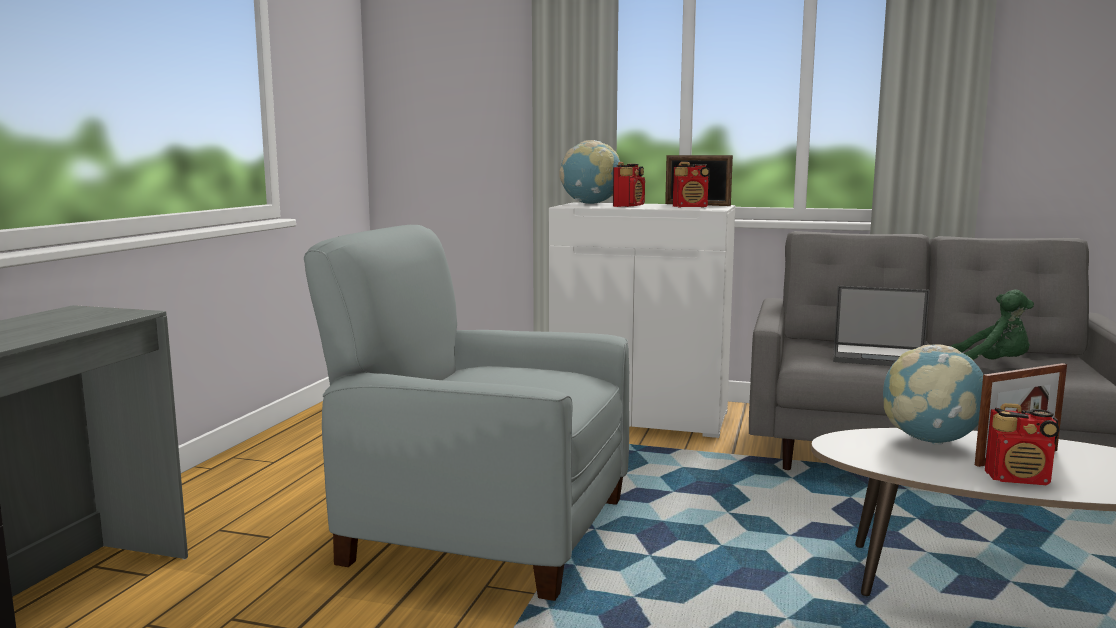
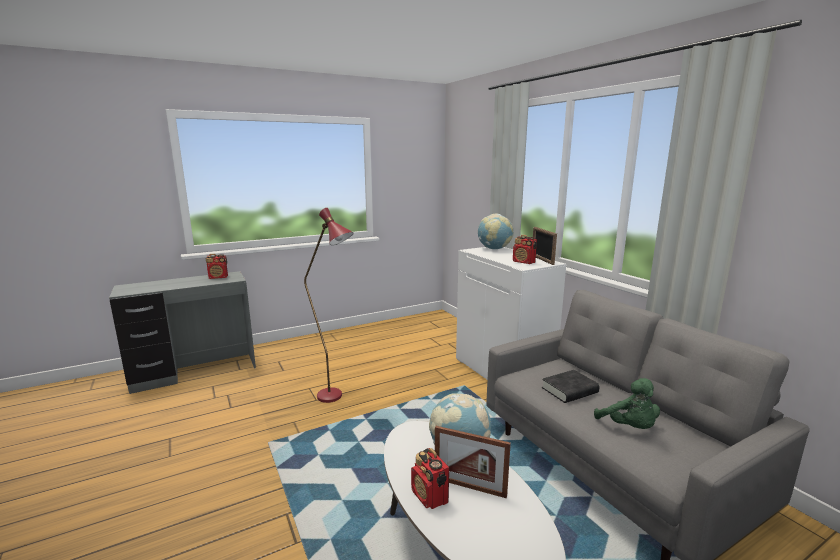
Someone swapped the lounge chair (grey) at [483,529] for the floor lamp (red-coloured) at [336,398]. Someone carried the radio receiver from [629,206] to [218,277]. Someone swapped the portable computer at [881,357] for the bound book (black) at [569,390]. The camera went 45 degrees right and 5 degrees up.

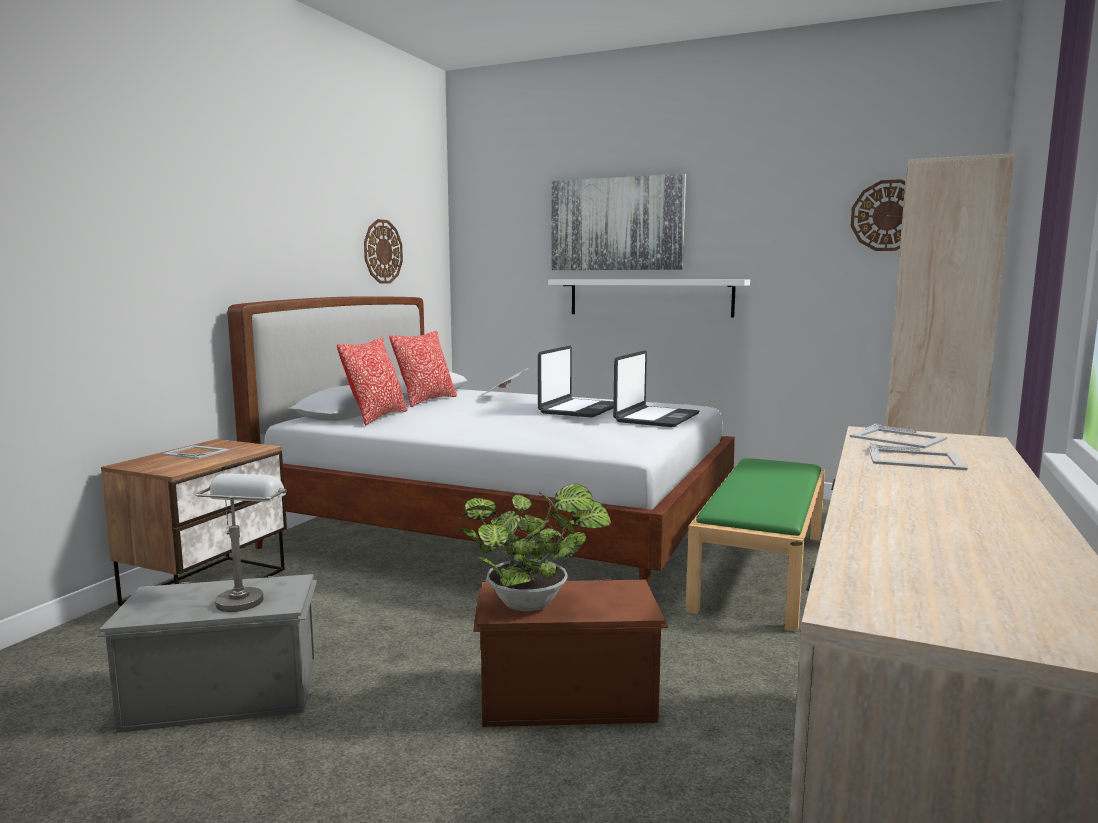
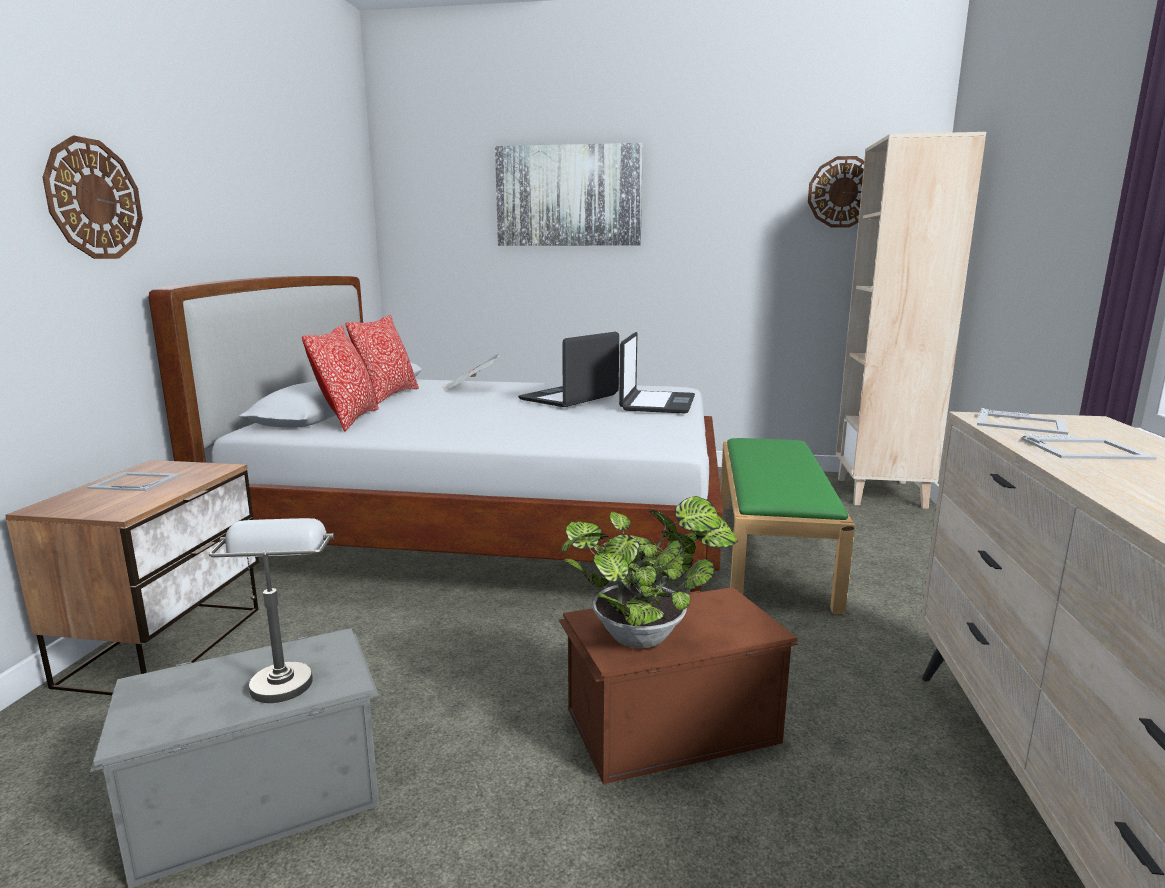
Someone carried the wall clock from [382,251] to [94,199]. Someone rotated the portable computer at [579,409] by 150 degrees counterclockwise. Someone took away the wall shelf (white-coloured) at [650,297]. The camera went 15 degrees left and 5 degrees up.

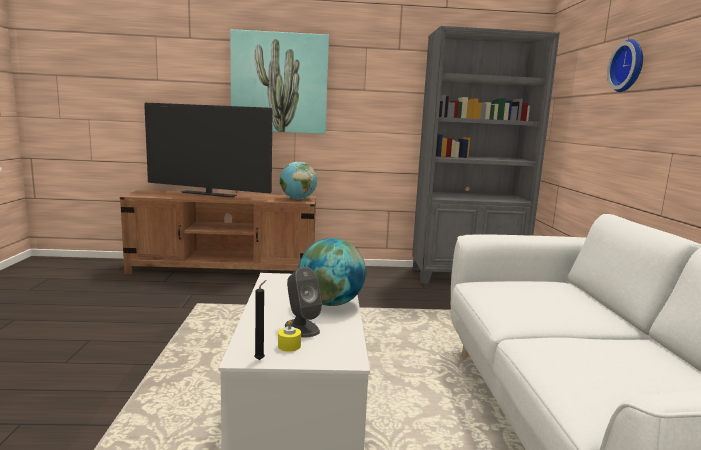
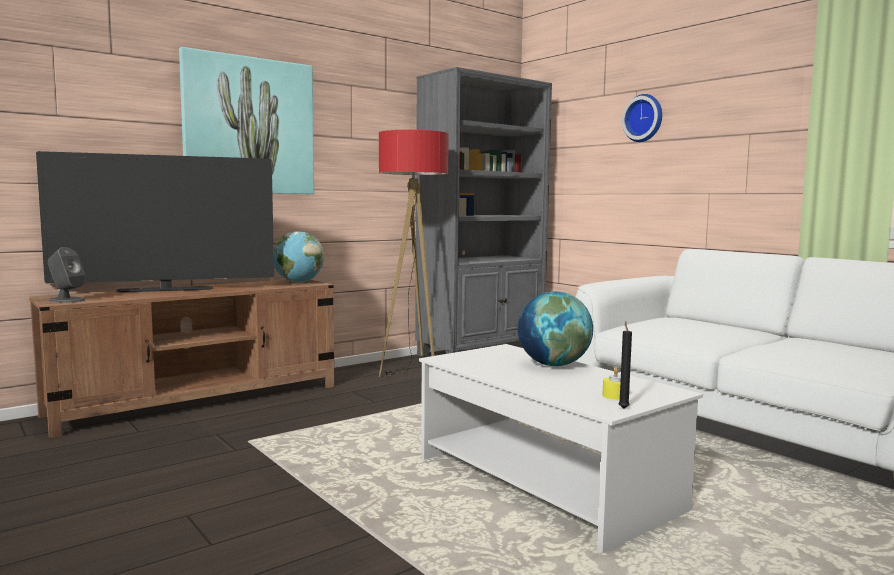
Someone carried the speaker (grey) from [301,328] to [67,300]. Someone put down the floor lamp at [412,375]. The camera went 35 degrees left and 5 degrees down.

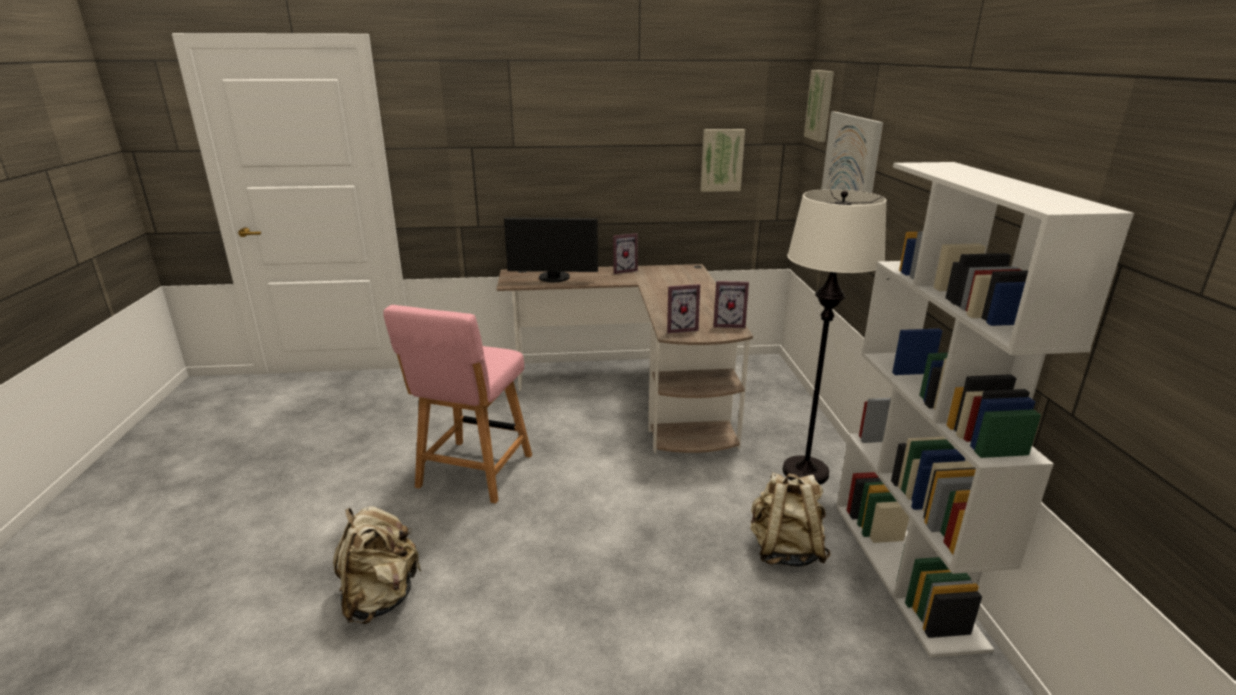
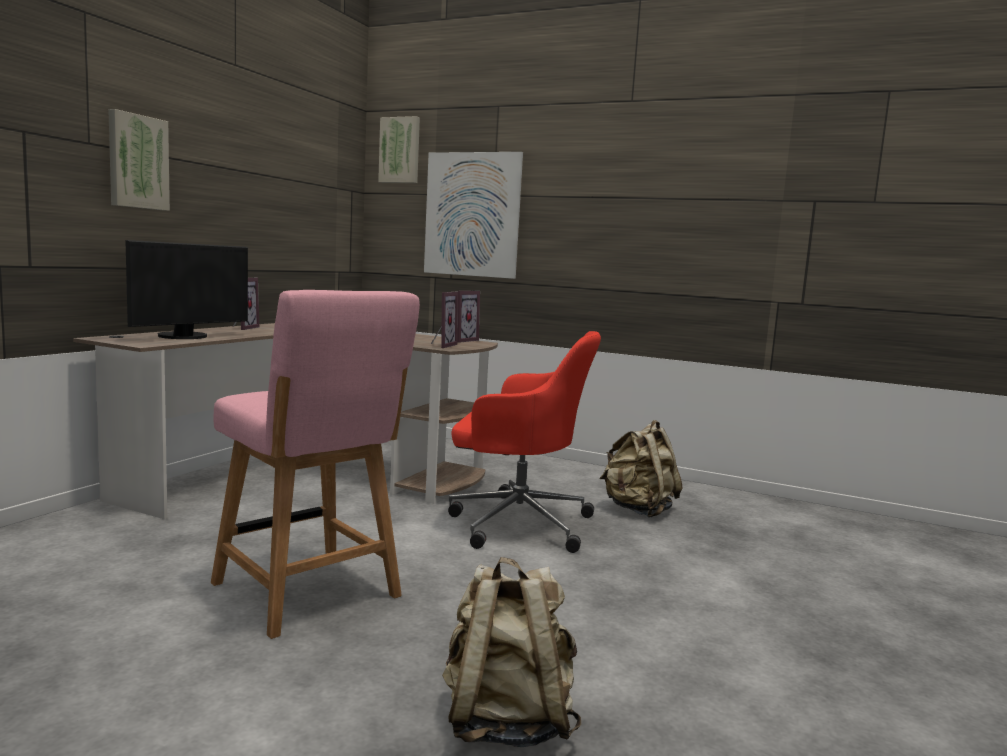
Someone carried the wall picture from [721,160] to [137,162]. Someone took away the floor lamp (white-coloured) at [805,472]. Someone took away the shelving unit (white-coloured) at [905,570]. Someone put down the office chair (red-coloured) at [516,522]. The camera went 60 degrees left and 15 degrees down.

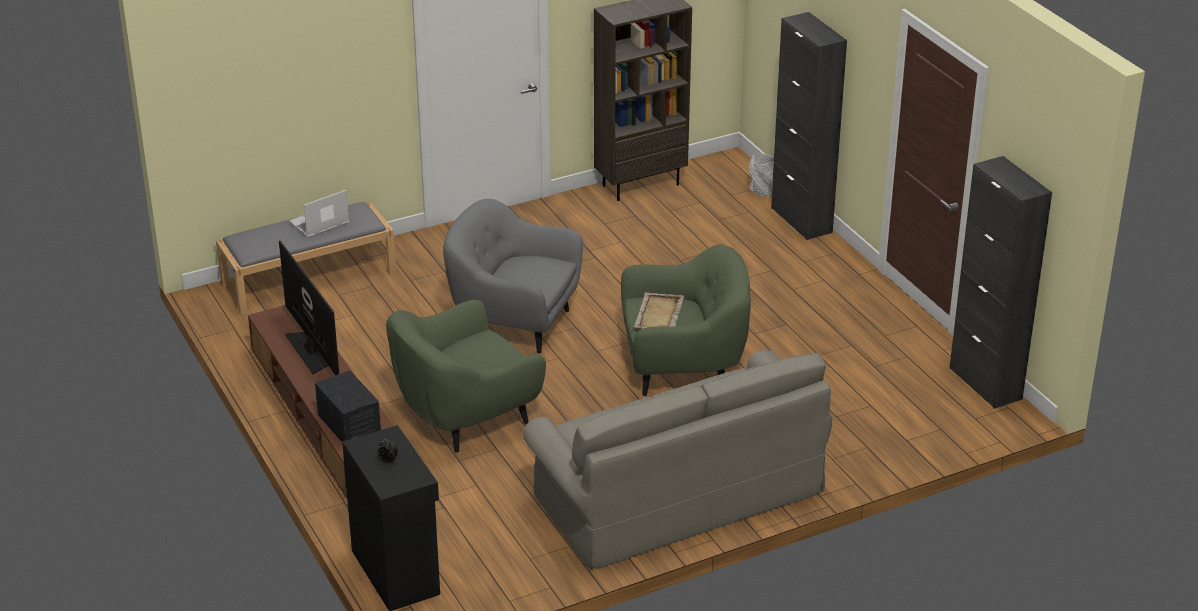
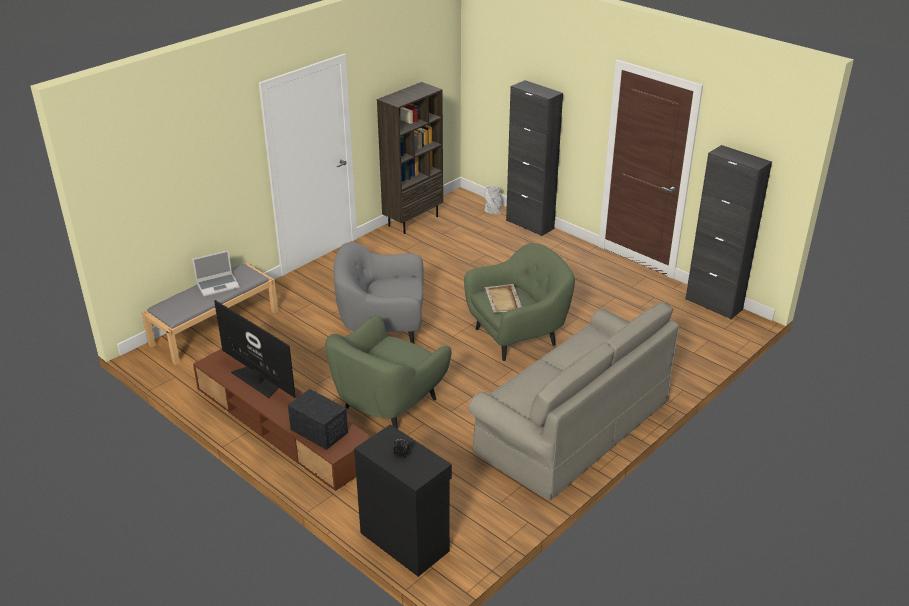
Someone rotated the portable computer at [319,224] by 150 degrees counterclockwise. The camera went 20 degrees left and 0 degrees up.

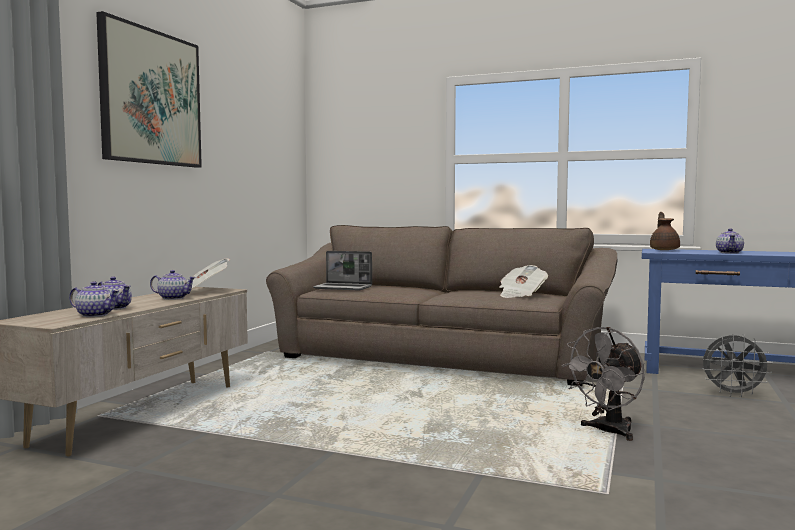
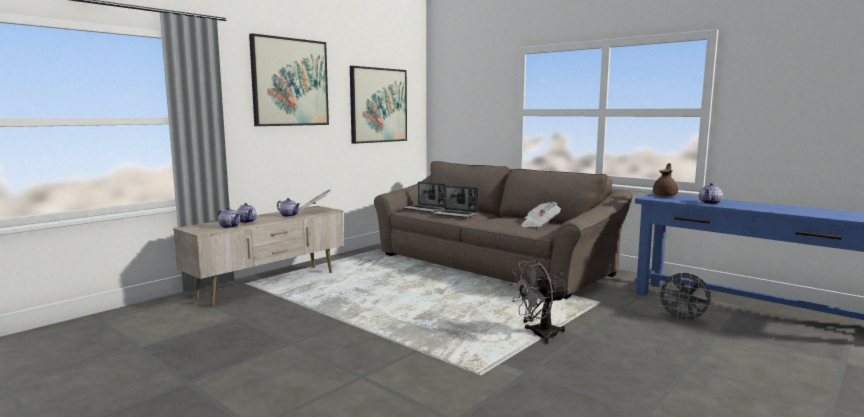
Someone put up the wall picture at [378,105]. Someone put down the portable computer at [456,214]. The camera went 20 degrees right and 5 degrees up.

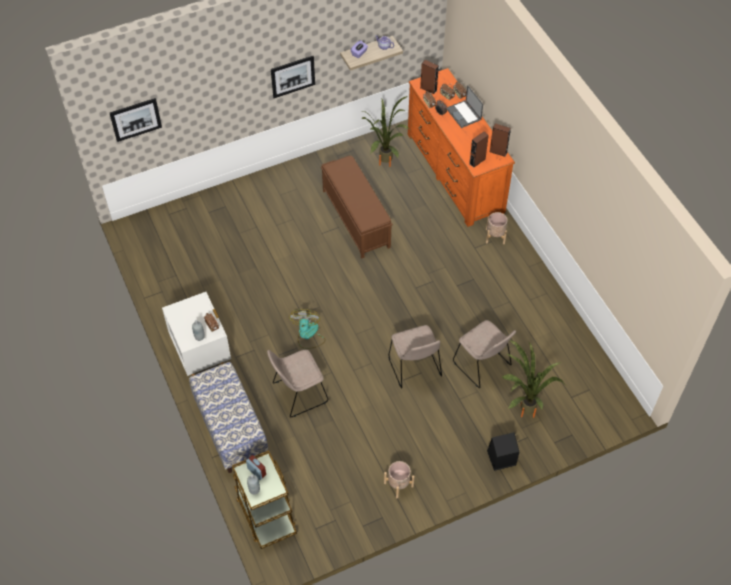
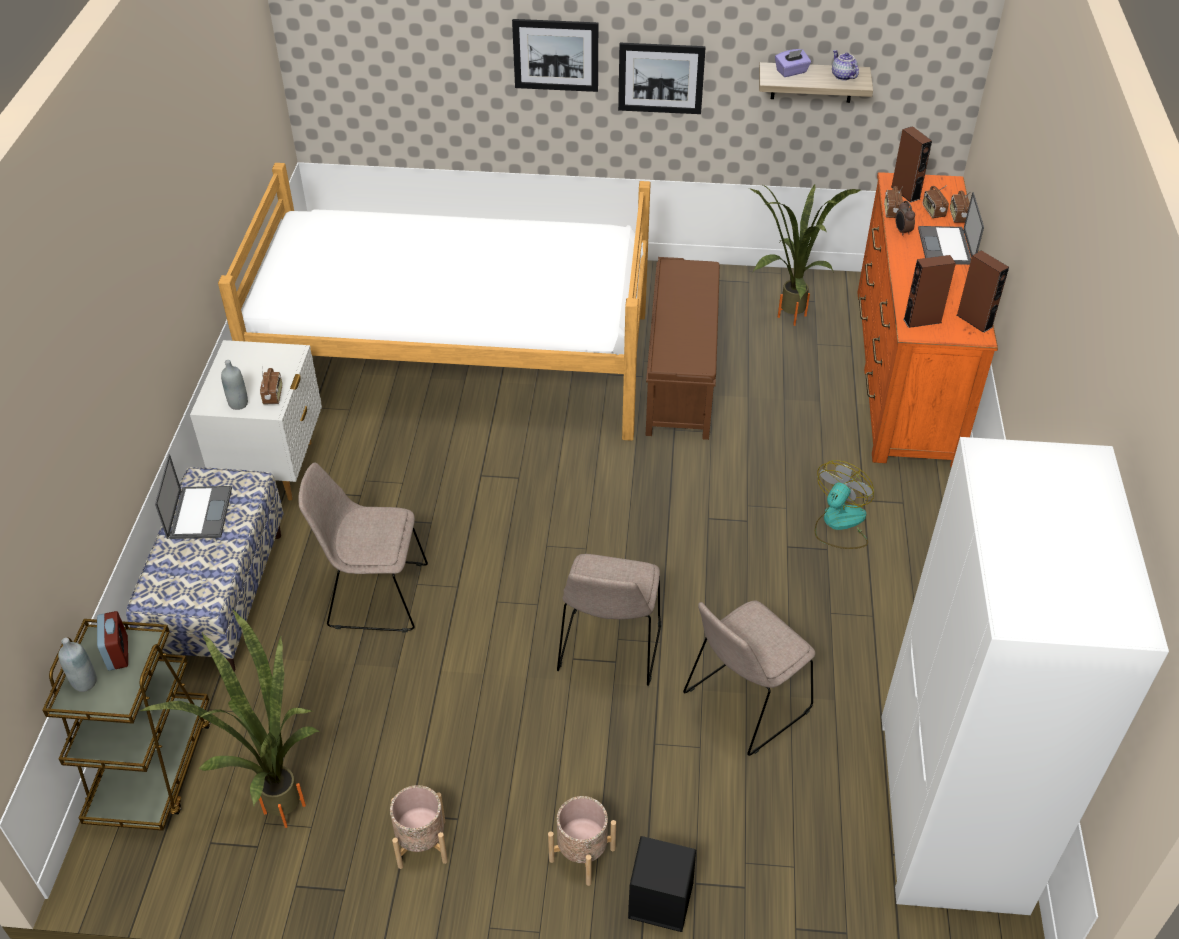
Someone carried the wall picture from [135,119] to [556,55]. Someone carried the fan from [308,335] to [839,524]. Someone rotated the upright chair (beige) at [483,365] by 60 degrees clockwise. Someone carried the planter (beige) from [495,236] to [582,854]. Someone carried the potted plant from [522,410] to [278,800]. Someone put down the portable computer at [199,512]. Someone put down the sleeping bed at [456,362]. Someone put down the wardrobe (white-coloured) at [953,812]. The camera went 30 degrees right and 10 degrees down.

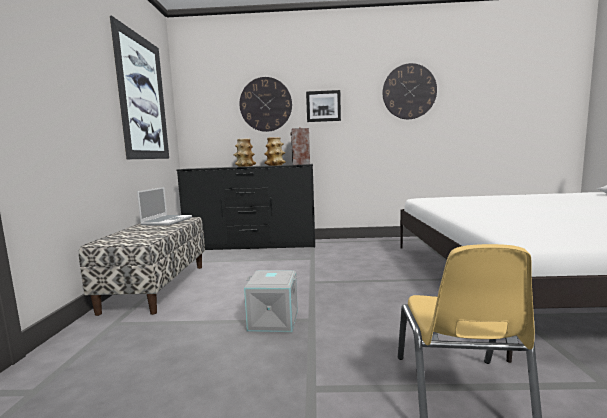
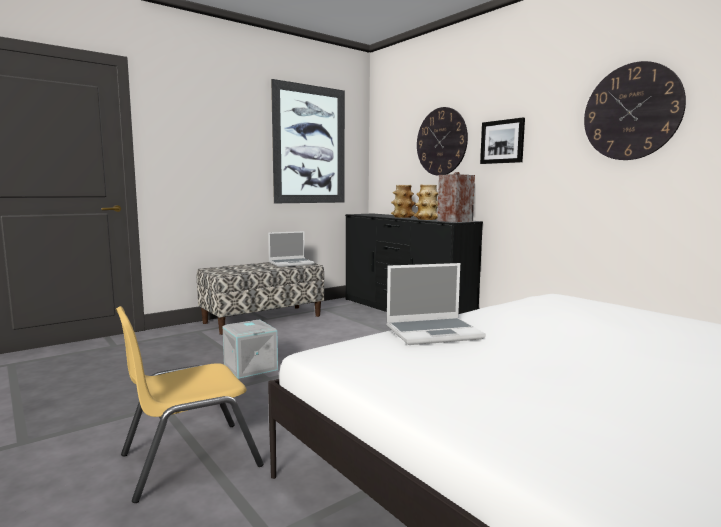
Someone put down the portable computer at [434,332]. The camera went 50 degrees right and 0 degrees up.

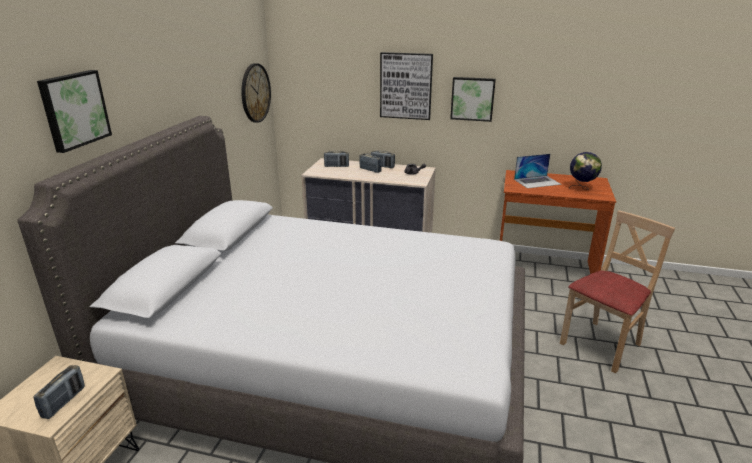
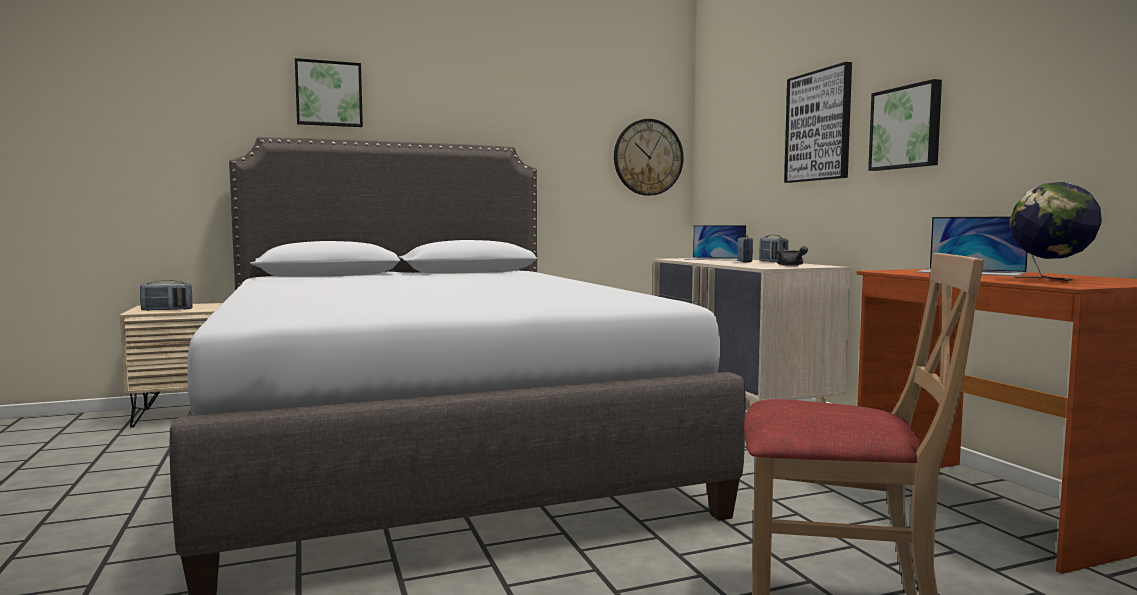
Someone swapped the radio receiver at [336,166] for the portable computer at [715,259]. The camera went 55 degrees right and 20 degrees down.

